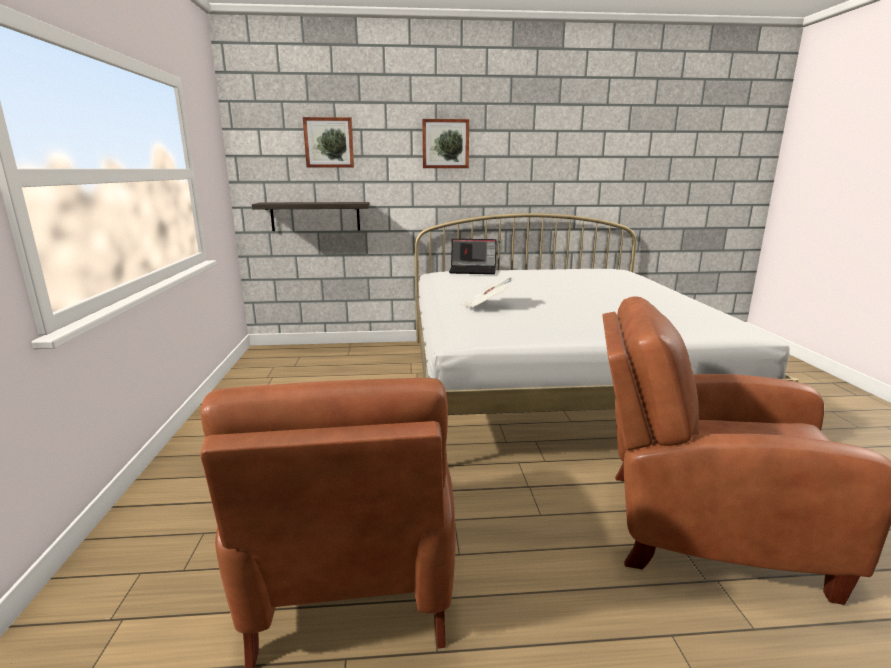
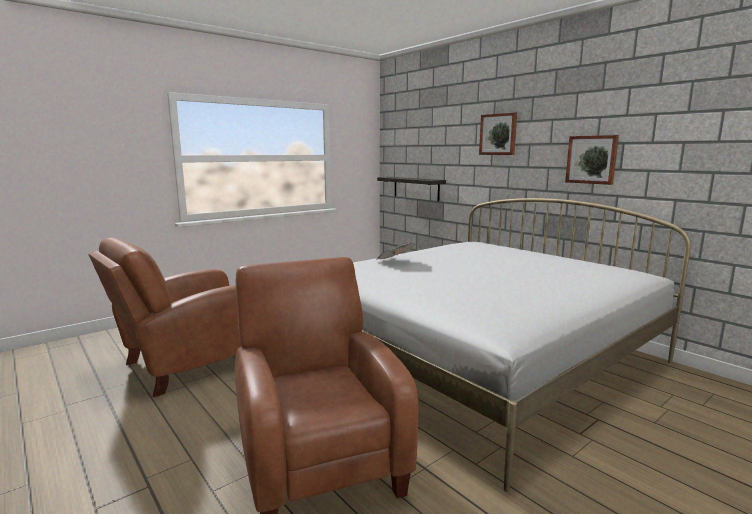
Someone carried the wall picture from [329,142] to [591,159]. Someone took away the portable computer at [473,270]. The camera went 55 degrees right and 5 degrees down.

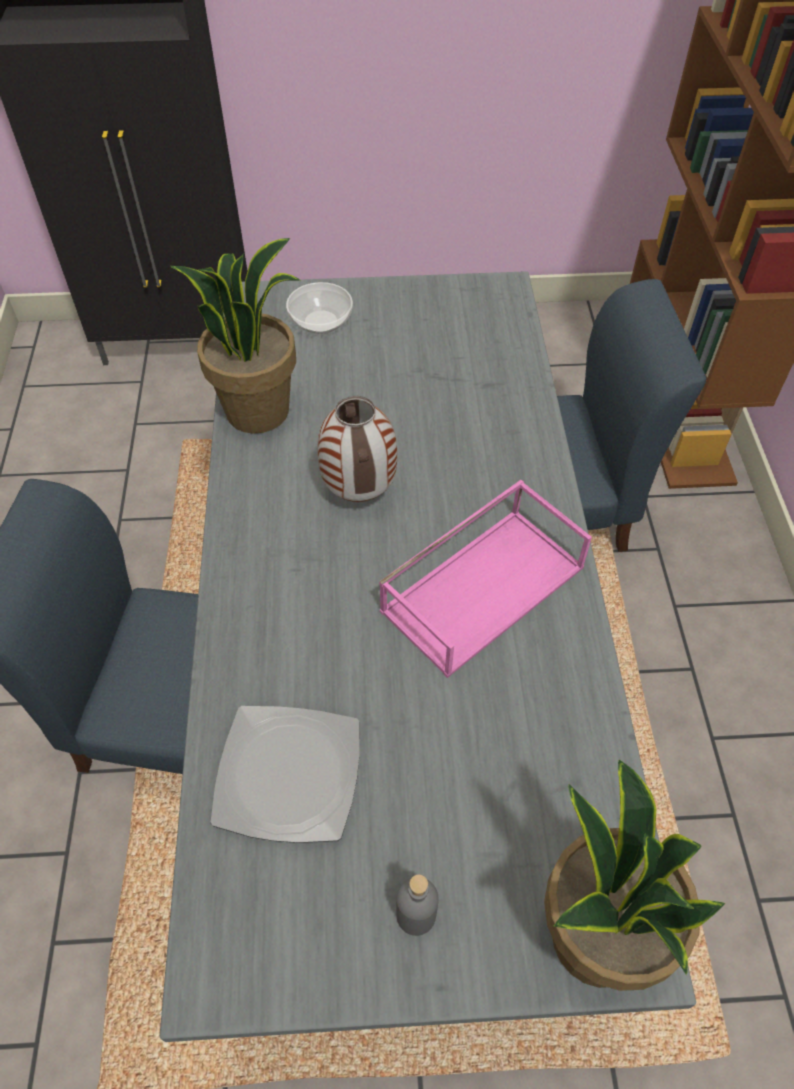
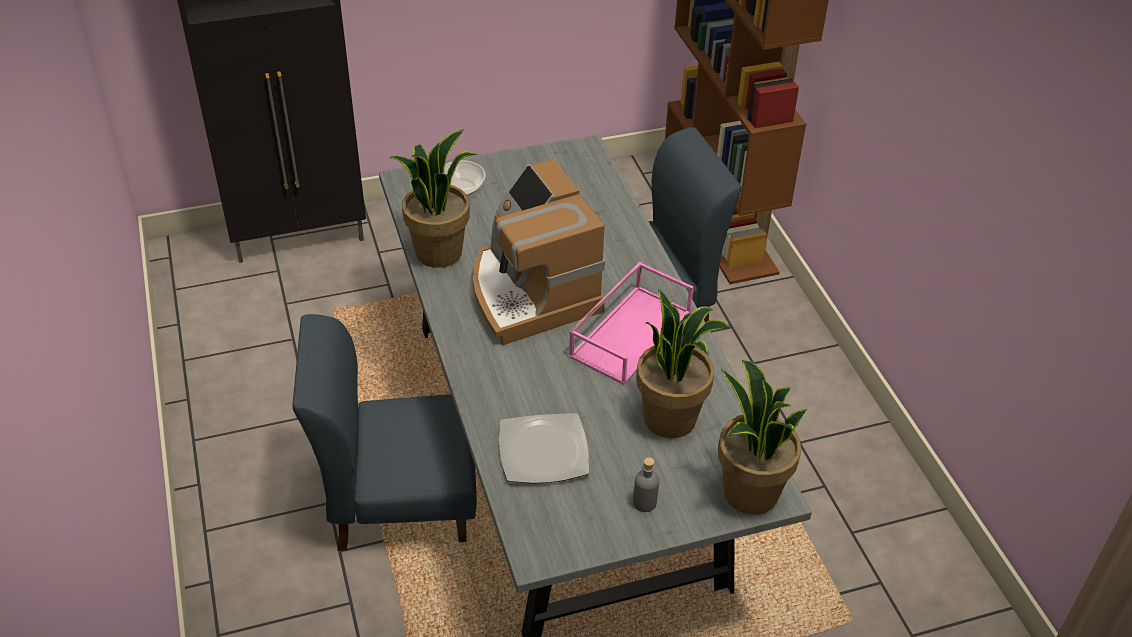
Someone swapped the vase at [360,493] for the coffee brewer at [531,292]. Someone put down the potted plant at [671,418]. The camera went 15 degrees left and 10 degrees down.

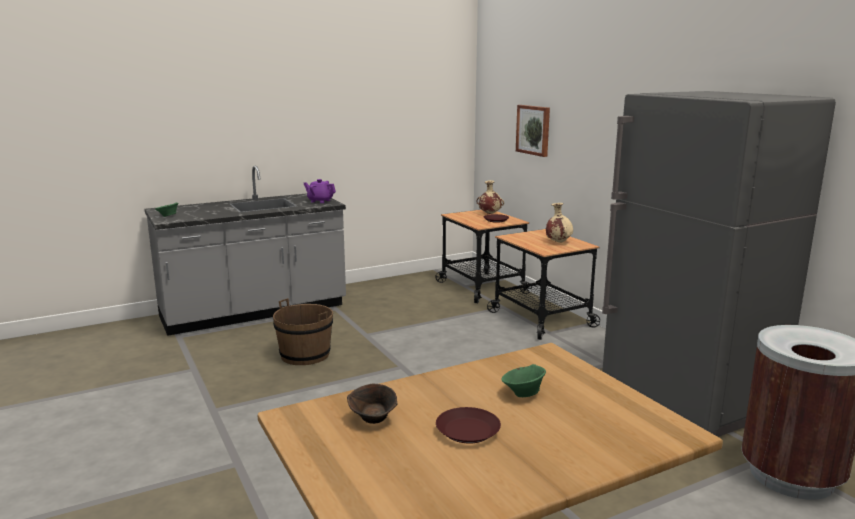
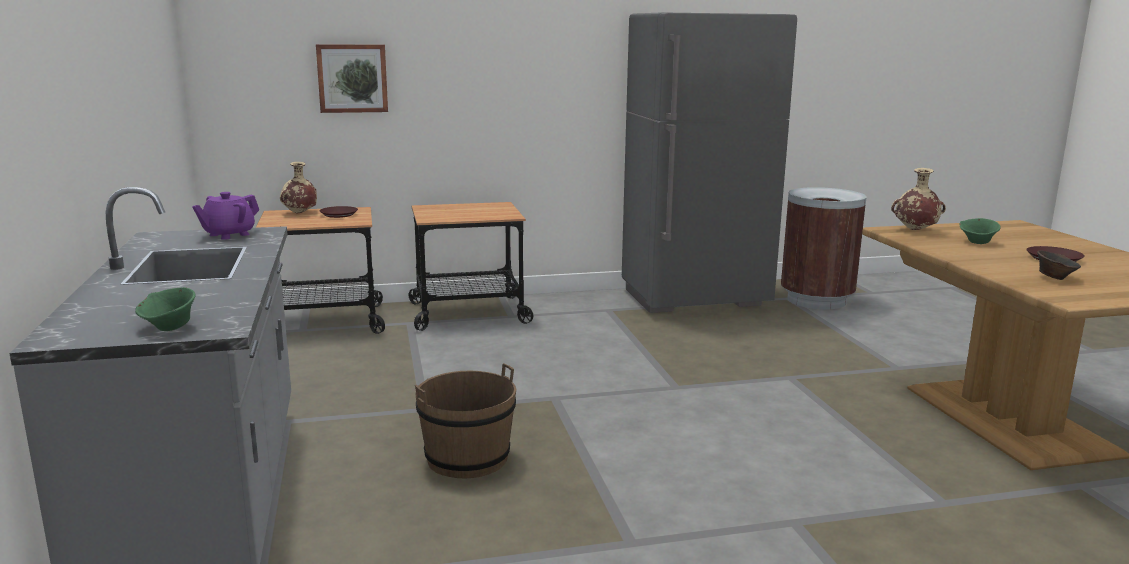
Someone carried the vase (beige) from [558,242] to [914,230]. The camera went 75 degrees left and 0 degrees up.

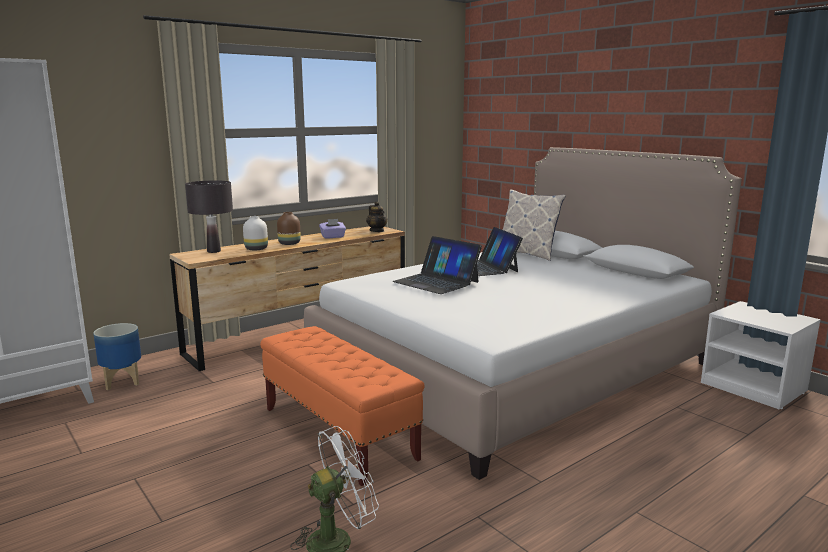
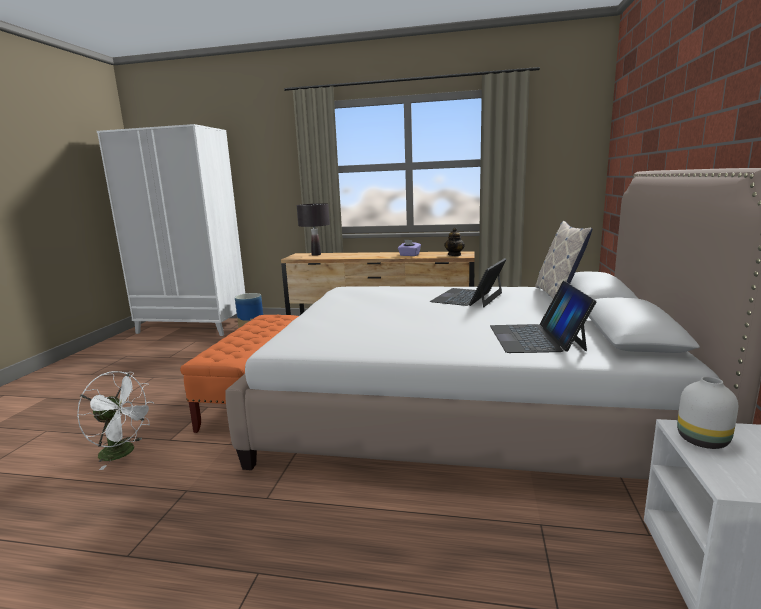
Someone carried the vase (white-coloured) from [255,249] to [701,440]. Someone took away the vase (brown-coloured) at [289,243]. Someone carried the portable computer from [436,282] to [536,337]. The camera went 50 degrees right and 0 degrees up.

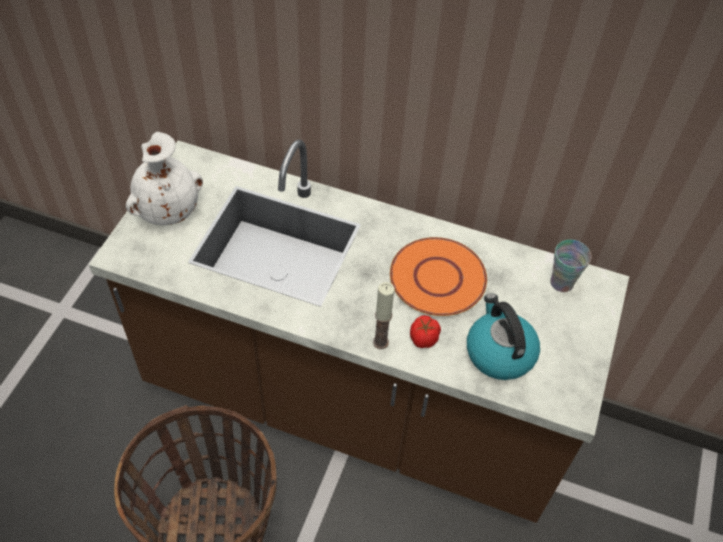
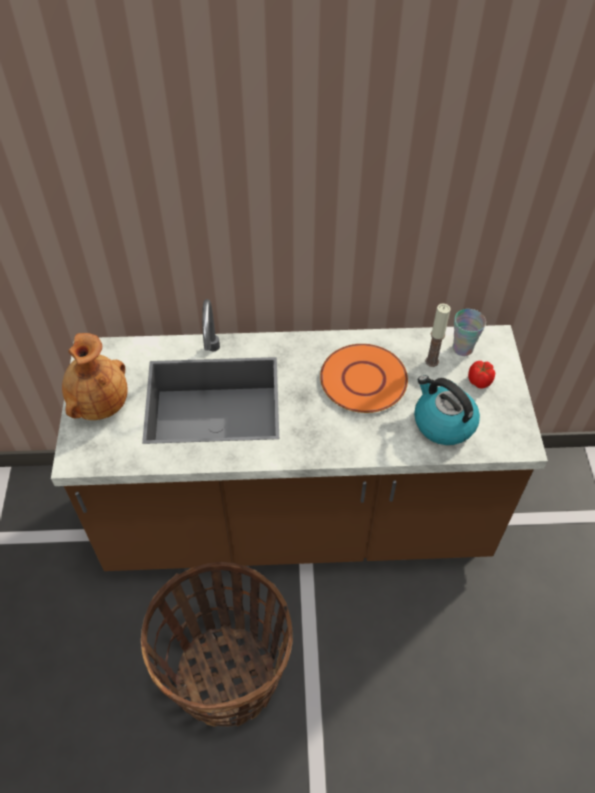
Someone repainted the vase (white-coloured) at [168,211], which became the vase (brown-coloured) at [99,404]. Someone carried the wax light from [380,342] to [431,361]. Someone carried the whole tomato from [423,339] to [479,381]. The camera went 20 degrees left and 0 degrees up.

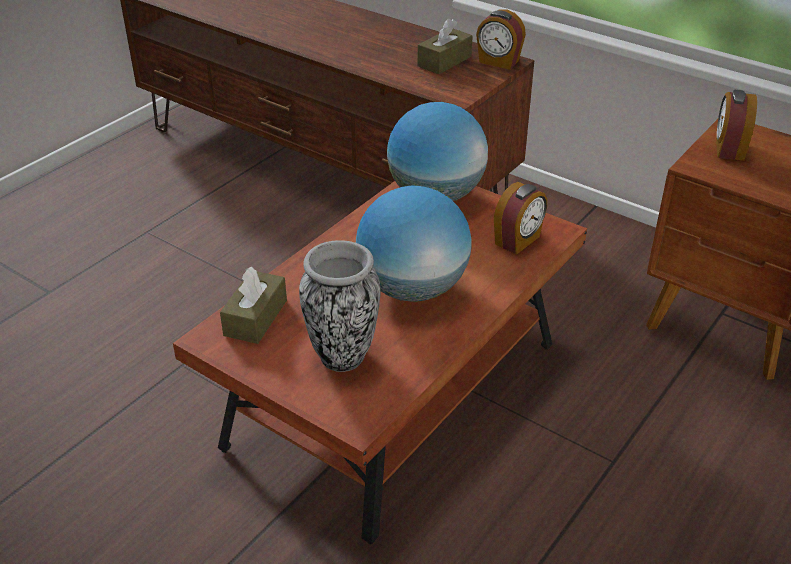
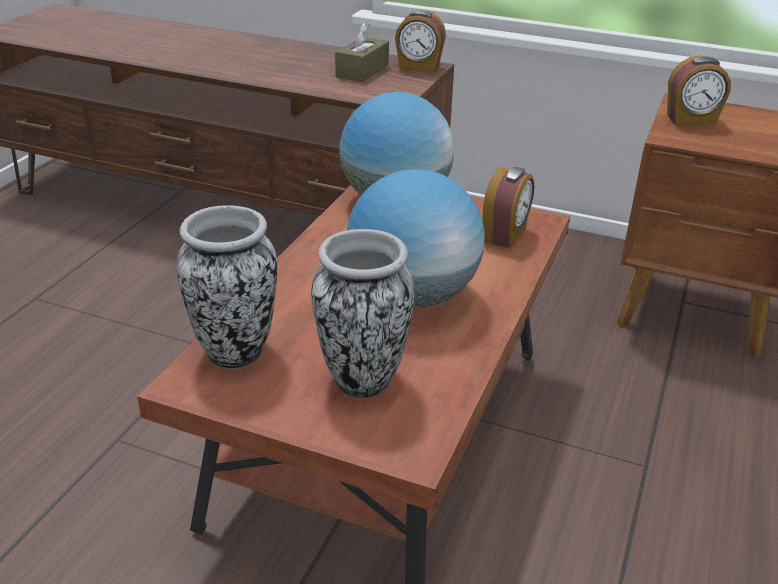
Someone swapped the box of tissues (brown-coloured) at [255,318] for the vase at [236,352]. Someone rotated the bedside clock at [728,149] by 90 degrees counterclockwise. The camera went 15 degrees left and 5 degrees down.

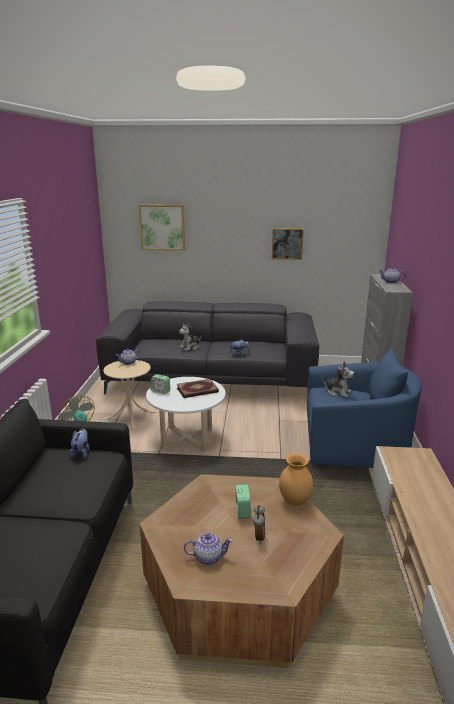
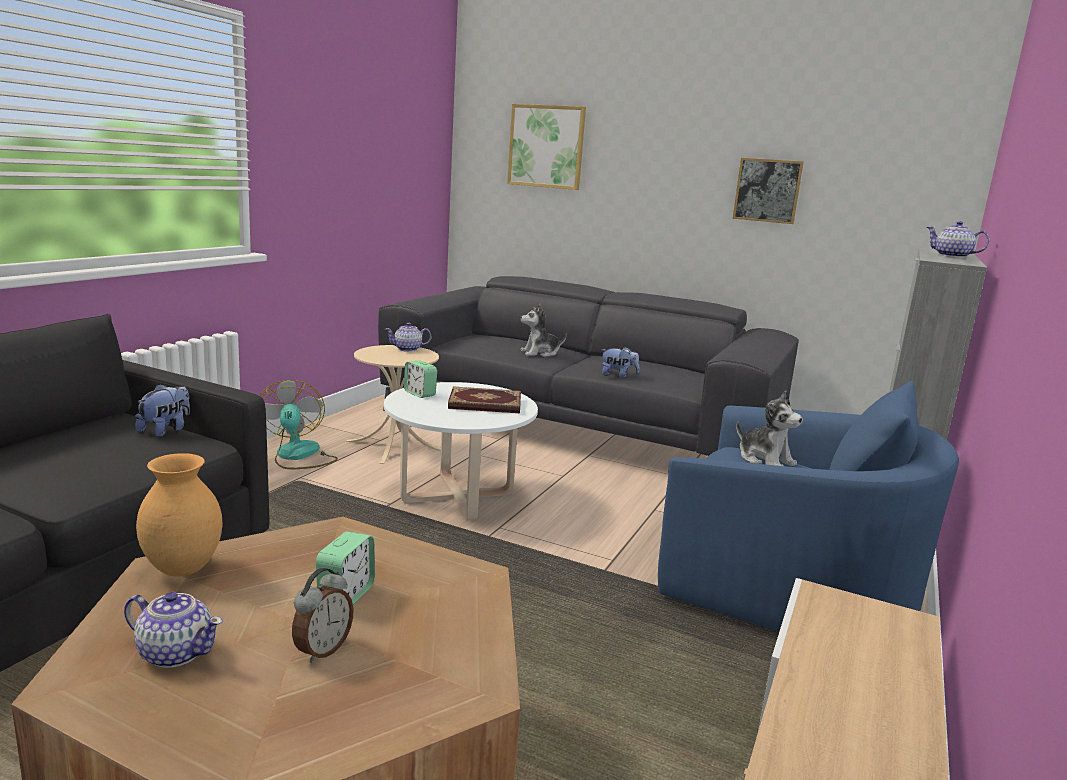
Someone carried the vase (brown-coloured) from [295,502] to [183,569]. The camera went 20 degrees right and 5 degrees down.

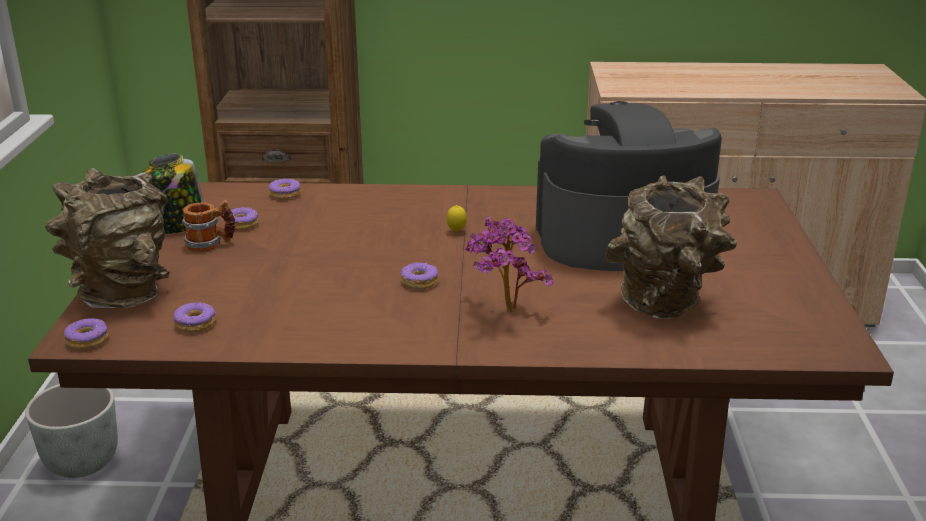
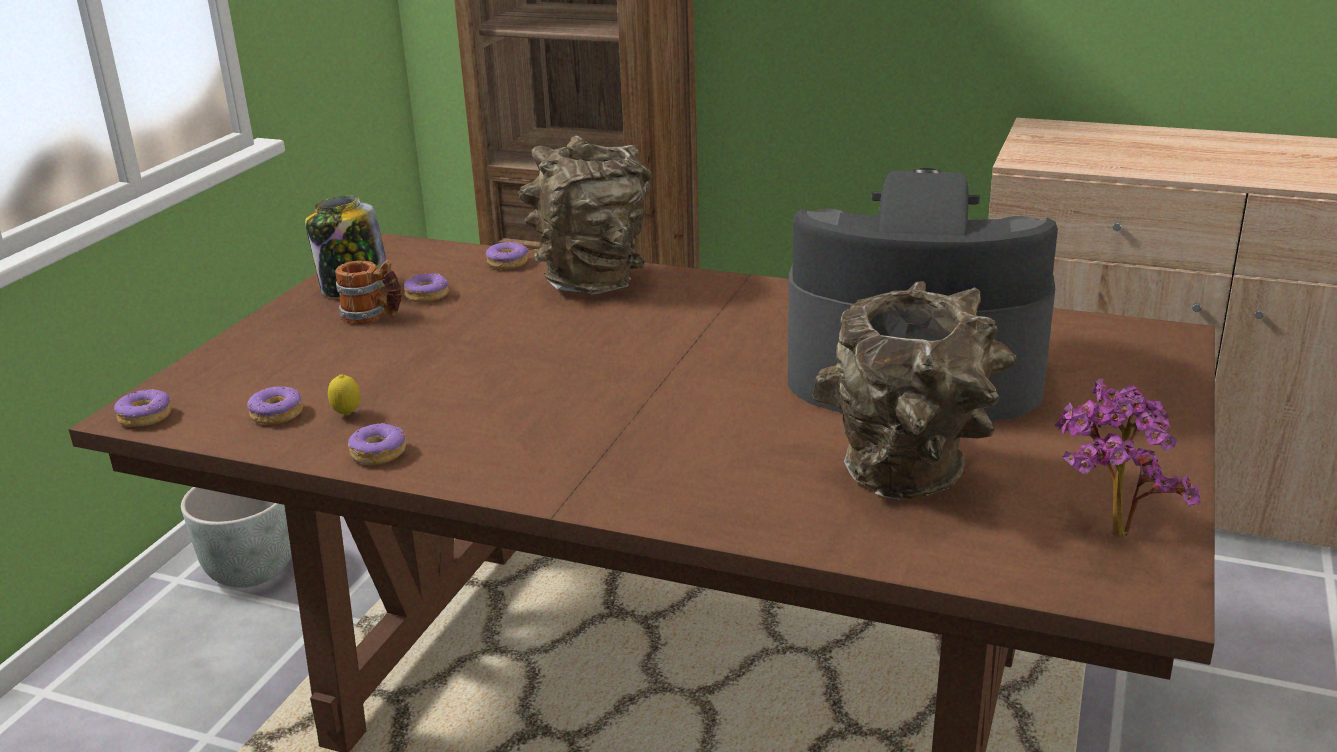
Someone carried the vase (brown-coloured) from [124,293] to [594,281]. Someone carried the donut from [419,282] to [378,453]. Someone carried the whole lemon from [456,231] to [347,415]. Someone carried the potted plant from [504,313] to [1108,536]. The camera went 20 degrees right and 0 degrees up.

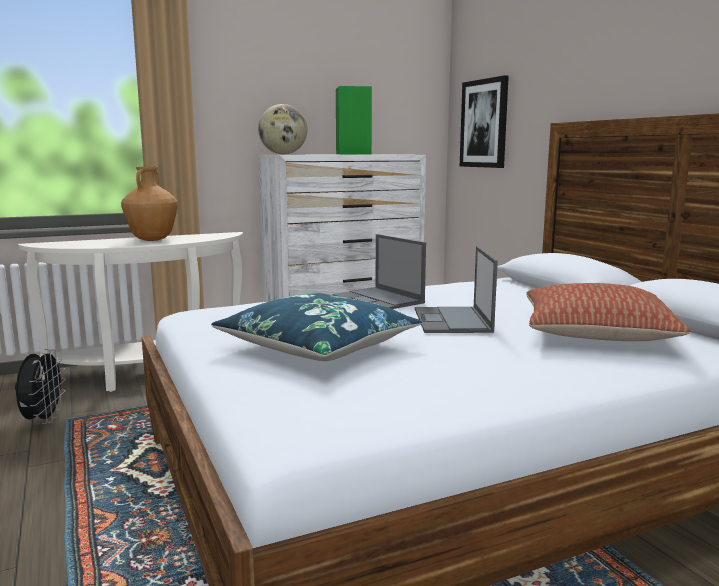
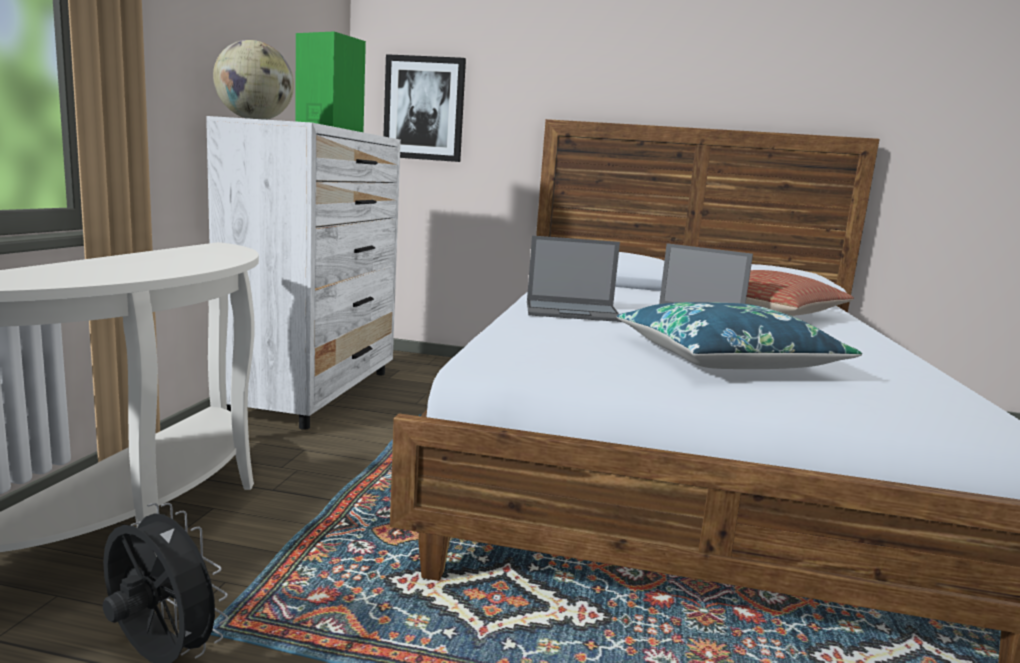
Someone took away the vase (brown-coloured) at [152,240]. The camera went 55 degrees left and 0 degrees up.

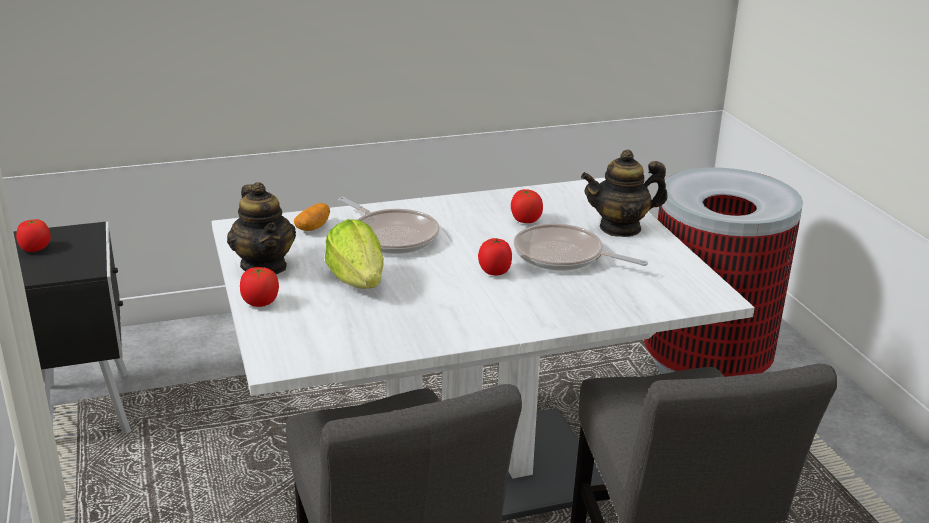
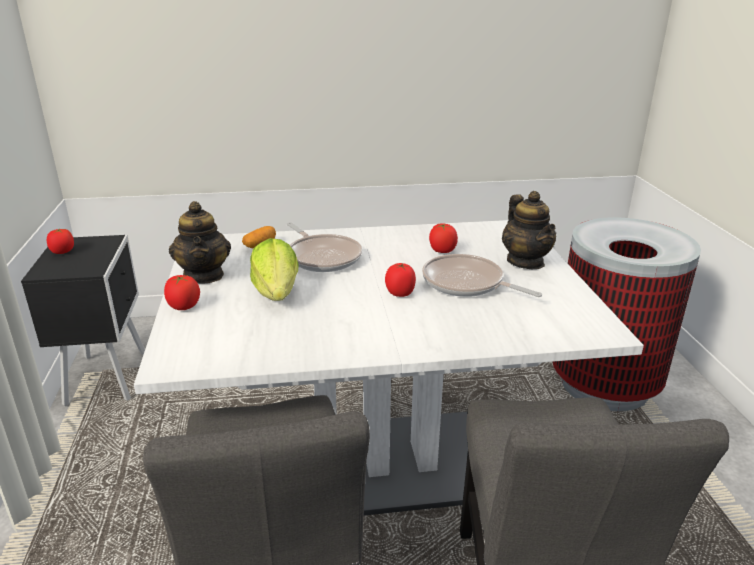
Someone rotated the teapot at [620,228] by 105 degrees counterclockwise. The camera went 10 degrees right and 0 degrees up.

